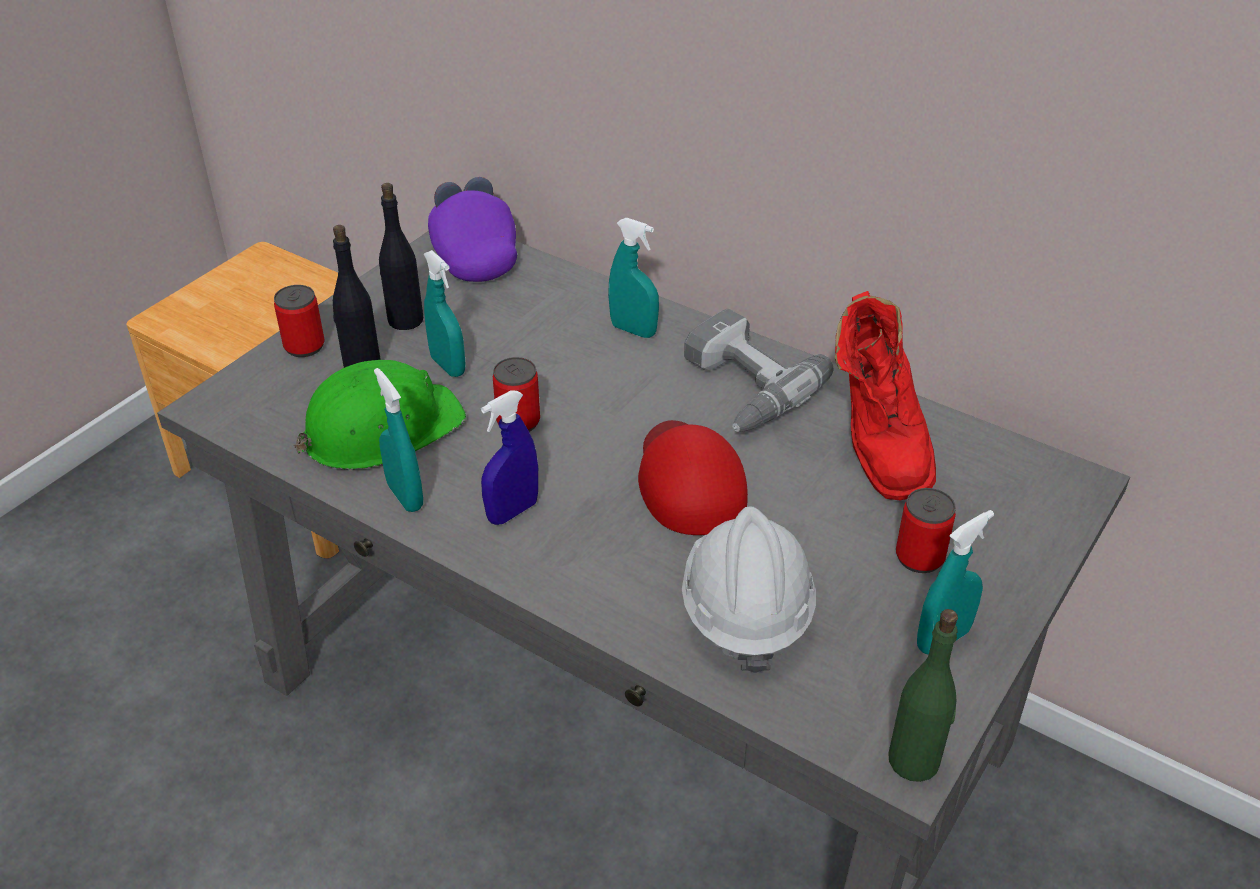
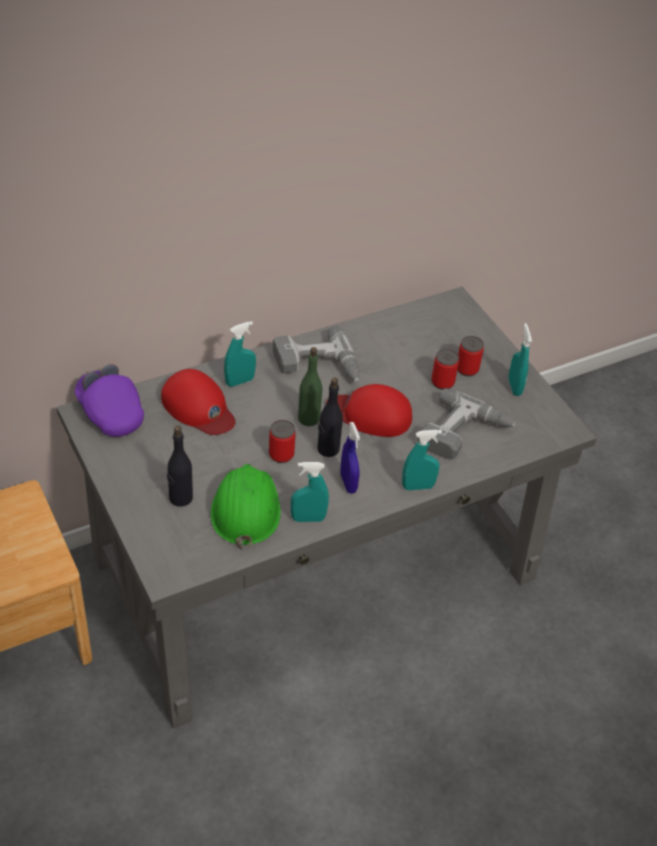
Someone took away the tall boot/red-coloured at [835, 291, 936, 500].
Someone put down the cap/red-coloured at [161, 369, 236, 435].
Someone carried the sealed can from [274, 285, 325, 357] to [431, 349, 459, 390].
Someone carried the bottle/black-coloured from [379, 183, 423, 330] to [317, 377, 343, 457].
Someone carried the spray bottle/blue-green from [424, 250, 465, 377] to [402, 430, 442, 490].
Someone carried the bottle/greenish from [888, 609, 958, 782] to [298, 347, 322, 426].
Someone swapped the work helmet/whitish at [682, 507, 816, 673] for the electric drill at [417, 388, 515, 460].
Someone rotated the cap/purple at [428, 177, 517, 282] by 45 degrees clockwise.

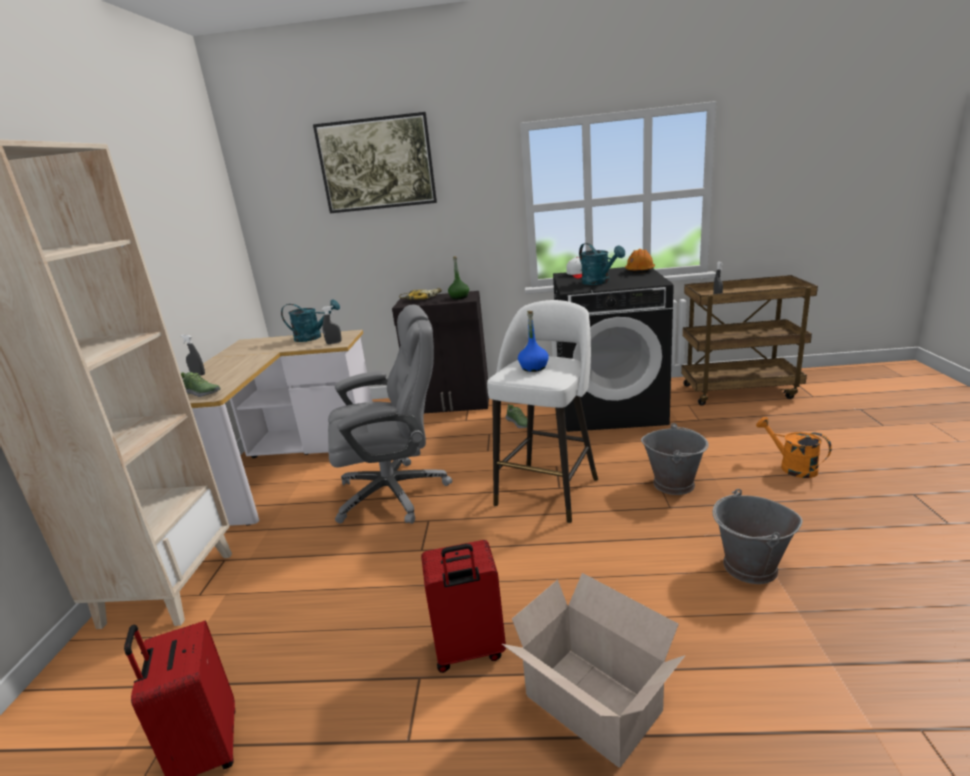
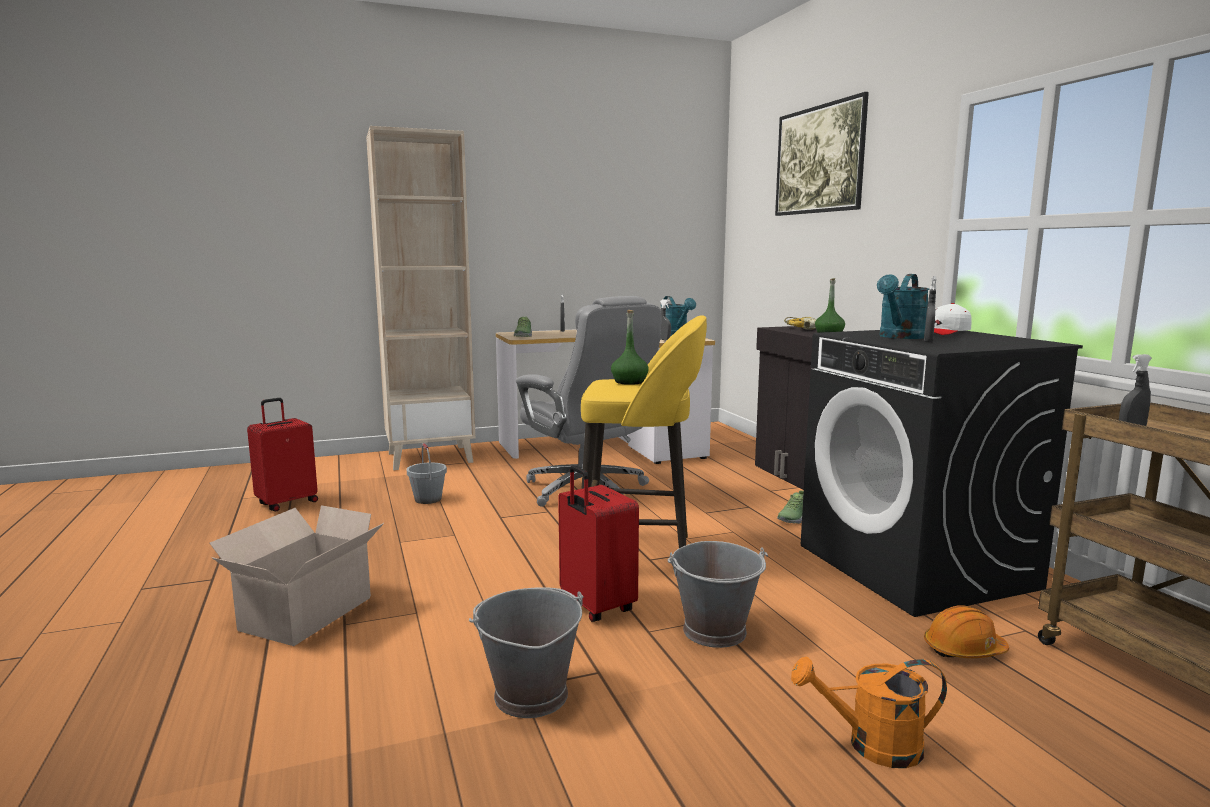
Someone put down the water bucket/gray at [406, 443, 447, 504].
Someone put down the spray bottle/gray at [924, 276, 936, 342].
Someone carried the piece of luggage/red-coloured from [421, 540, 506, 673] to [558, 465, 639, 622].
Someone carried the work helmet/orange from [625, 249, 655, 274] to [924, 605, 1009, 658].
Someone repainted the stool seat/whitish at [487, 300, 598, 523], which became the stool seat/yellow at [581, 315, 707, 548].
Someone repainted the bottle/blue-coloured at [518, 311, 549, 372], which became the bottle/greenish at [611, 310, 649, 385].
Someone rotated the watering pot/orange at [756, 417, 832, 478] by 120 degrees counterclockwise.

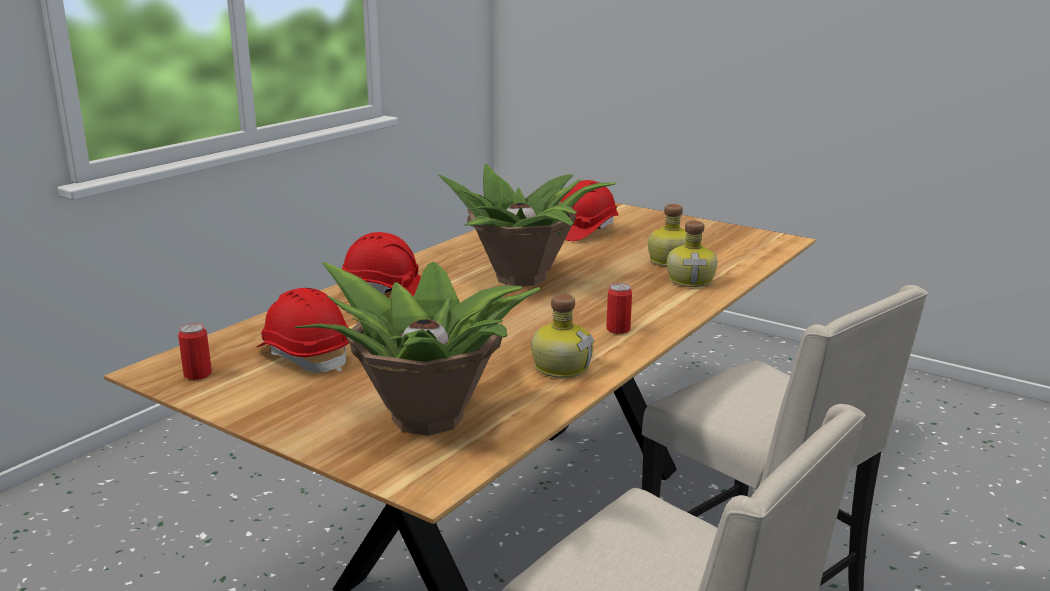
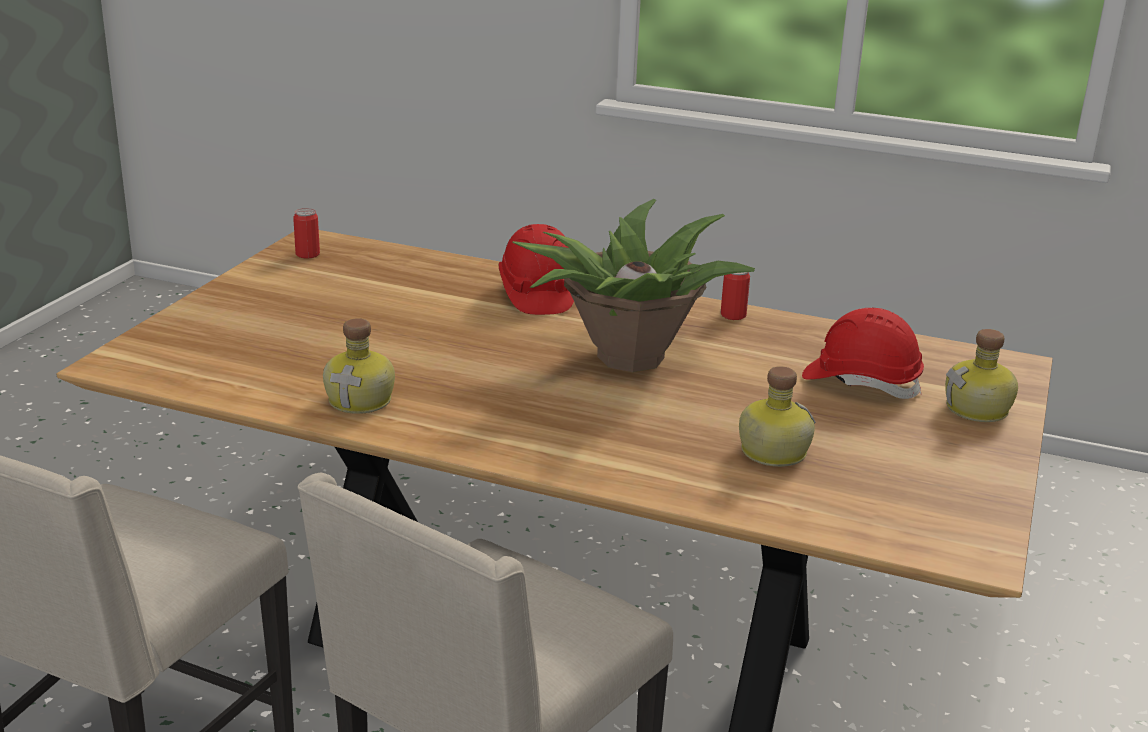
Someone took away the work helmet/red-coloured at [257, 288, 349, 373].
Someone took away the potted plant at [295, 262, 541, 436].
Someone carried the sealed can from [606, 283, 632, 334] to [721, 272, 750, 320].
Someone carried the bottle from [667, 221, 718, 287] to [945, 329, 1018, 422].

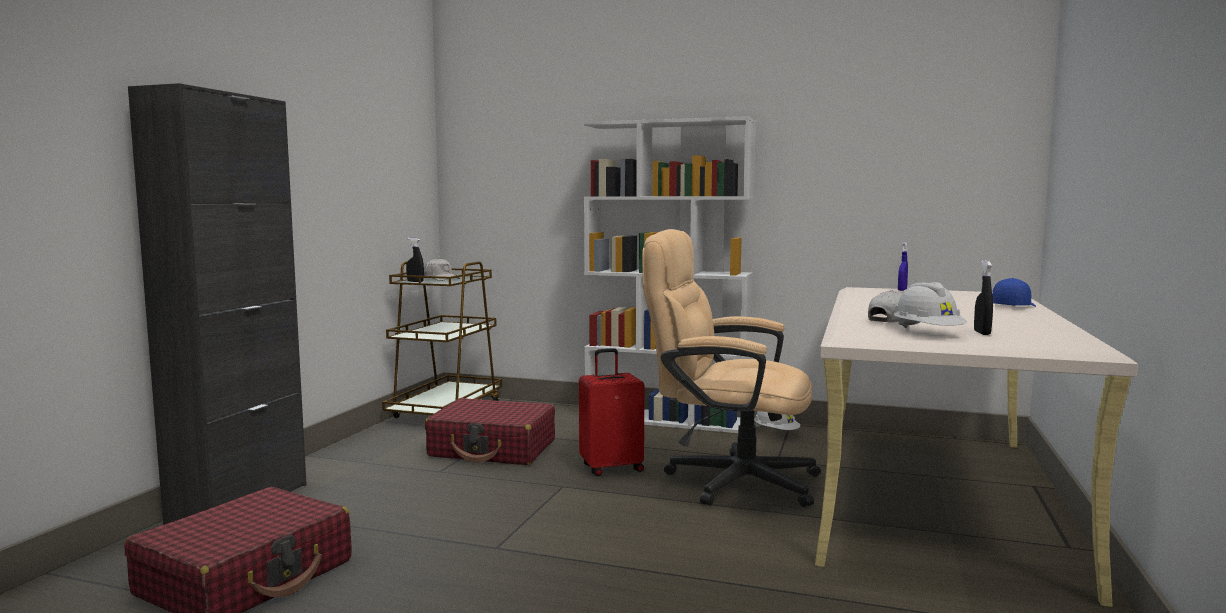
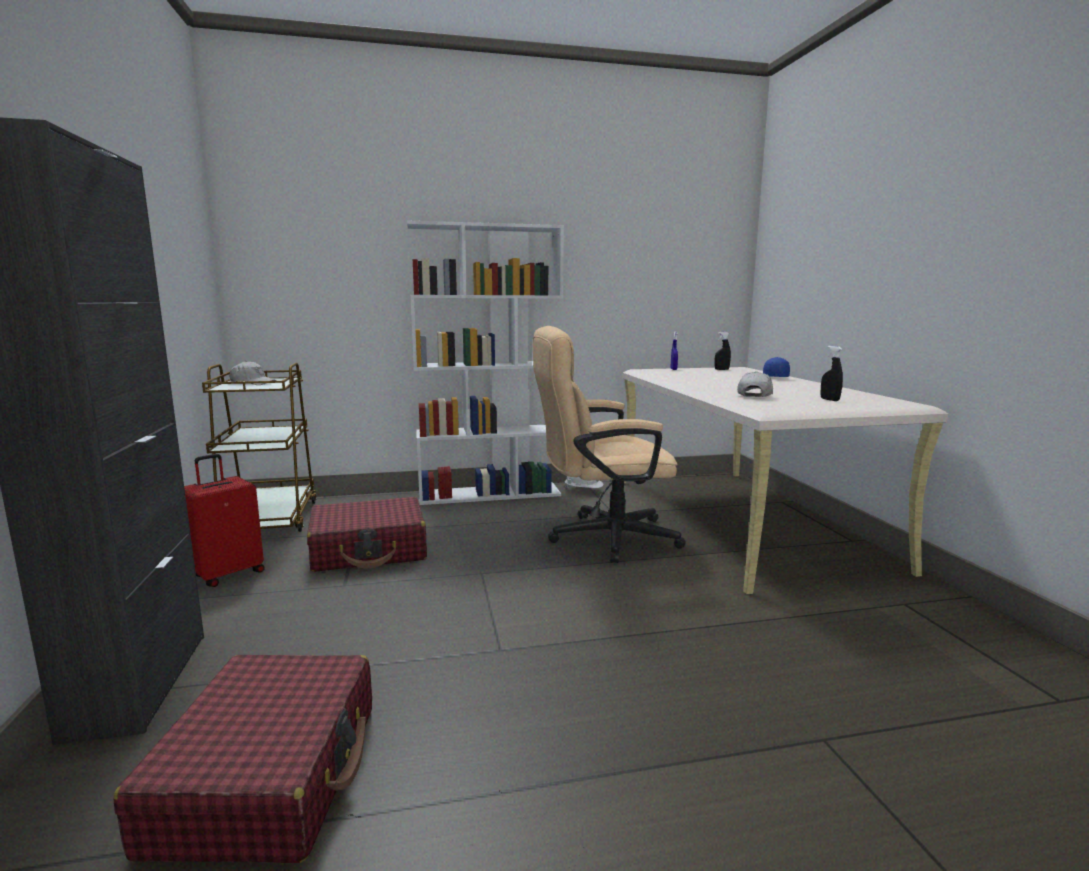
Someone took away the work helmet/whitish at [894, 282, 967, 328].
Someone carried the spray bottle/black-coloured from [406, 238, 424, 282] to [715, 332, 731, 370].
Someone carried the piece of luggage/red-coloured from [579, 348, 644, 476] to [184, 454, 265, 587].

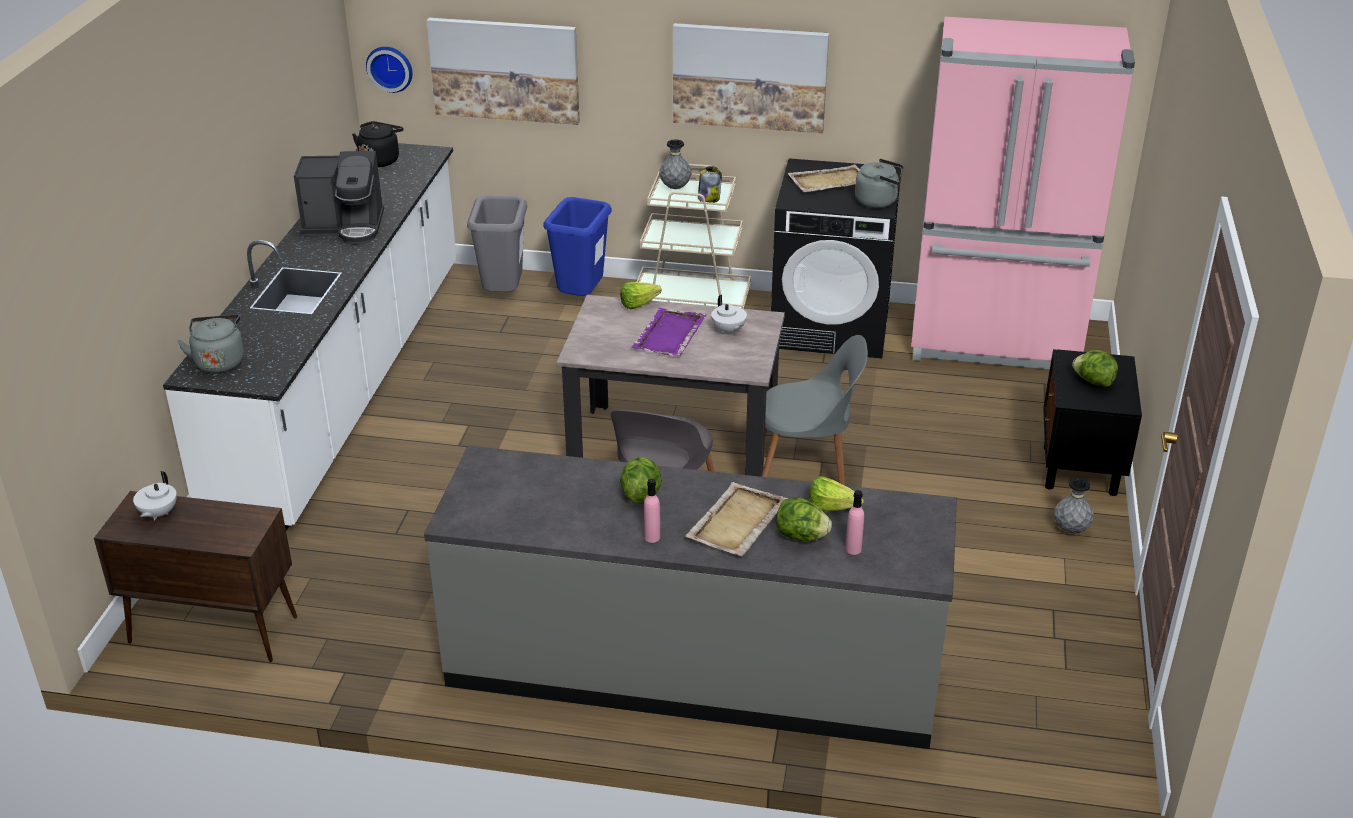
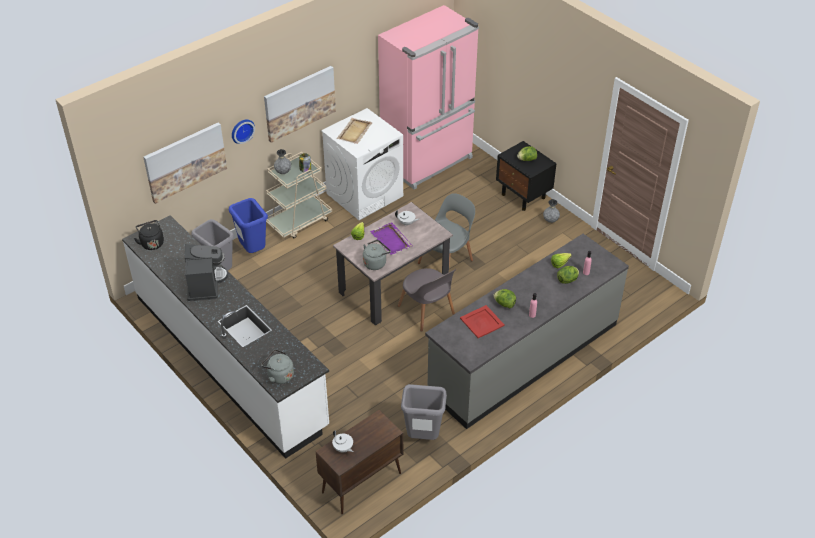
Someone took away the tray/sand-coloured at [685, 482, 788, 556].
Someone put down the waste bin/gray at [401, 384, 447, 440].
Someone put down the tray/red-coloured at [460, 305, 505, 338].
Someone carried the wall clock from [366, 47, 412, 93] to [232, 119, 255, 144].
Someone carried the water kettle/gray from [855, 159, 903, 208] to [363, 240, 391, 270].
Someone repainted the laundry machine/black-coloured at [771, 158, 901, 358], which became the laundry machine/whitish at [321, 108, 403, 220].
Someone rotated the coffee machine at [294, 151, 384, 245] by 45 degrees counterclockwise.

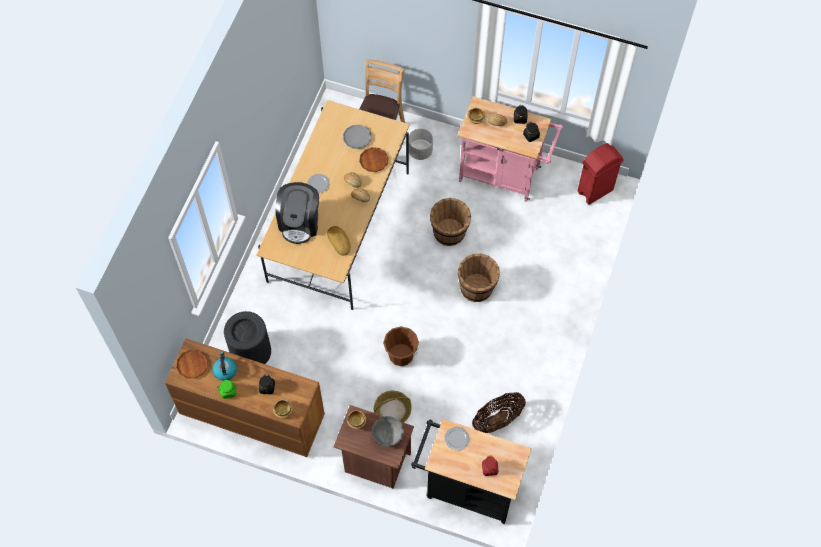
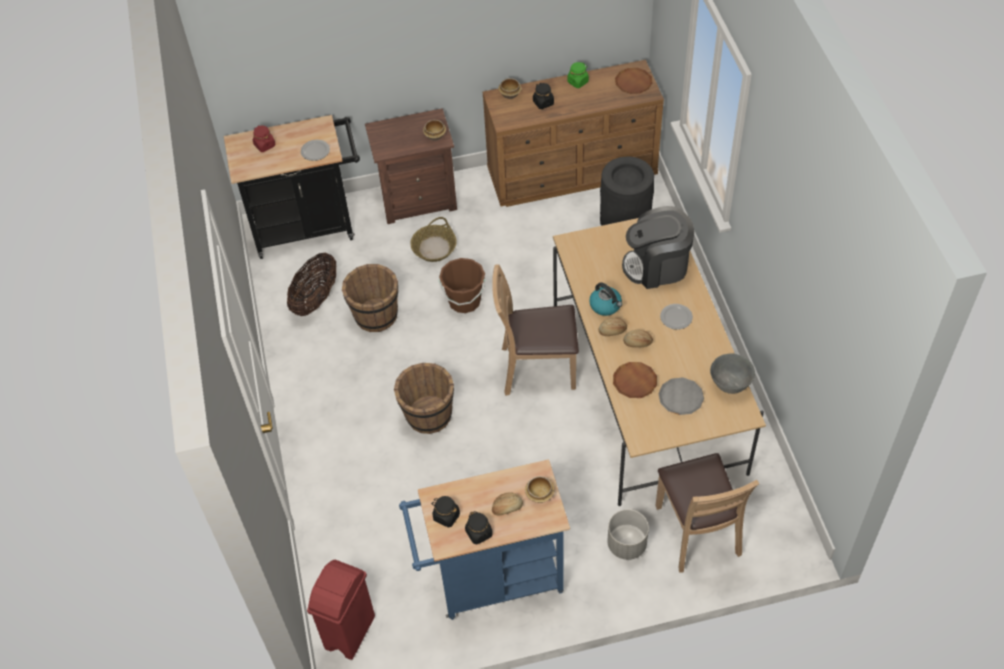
Someone took away the bakery bread at [327, 226, 351, 256].
Someone put down the upright chair/brownish at [492, 264, 579, 396].
Someone carried the water kettle from [212, 352, 237, 381] to [589, 282, 622, 316].
Someone carried the deep dish/gray from [372, 416, 404, 447] to [710, 354, 755, 394].
Someone carried the water bucket/brownish from [430, 198, 471, 246] to [342, 264, 398, 332].
Someone repainted the trolley/pink at [457, 96, 563, 202], which became the trolley/blue-coloured at [399, 459, 570, 620].
Someone rotated the coffee machine at [276, 182, 319, 244] by 75 degrees counterclockwise.

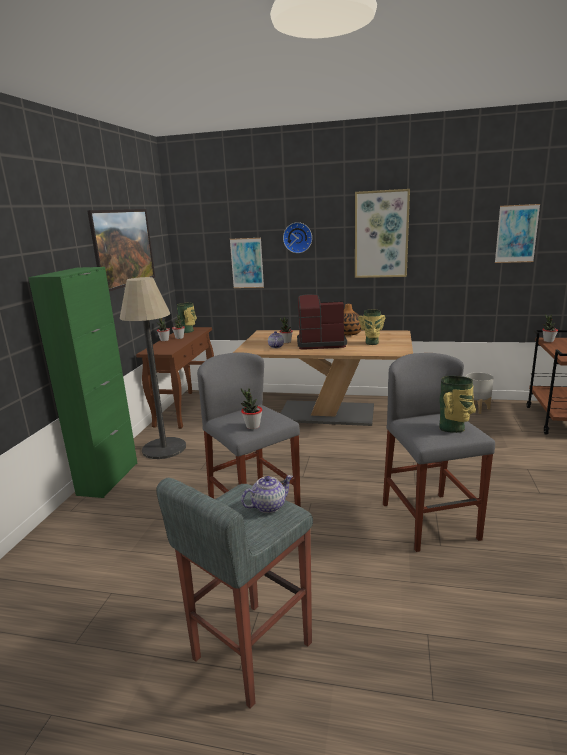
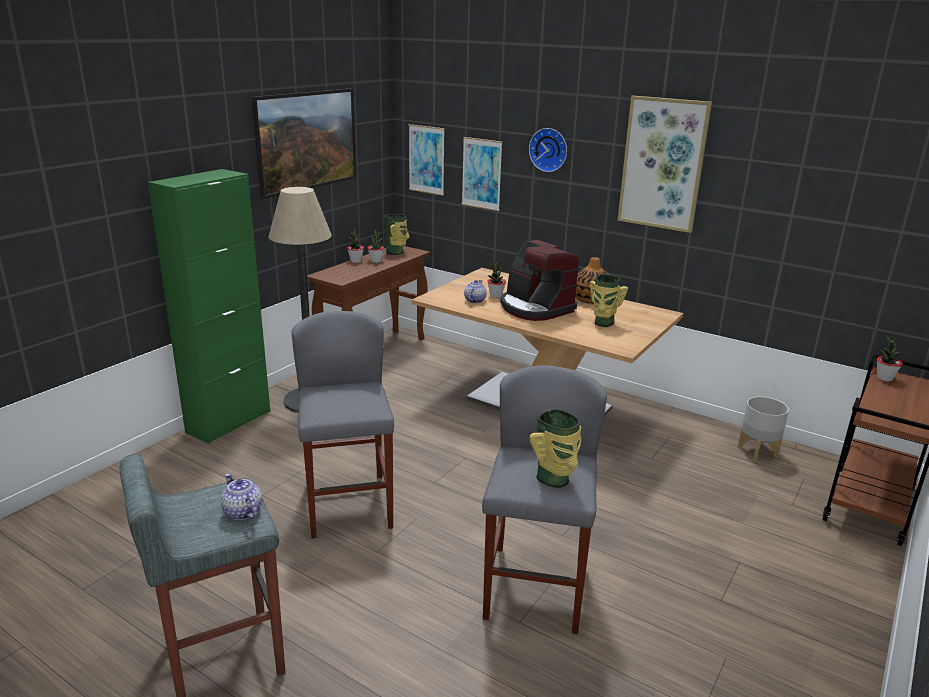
Someone took away the potted plant at [240, 388, 262, 429].
Someone carried the picture from [495, 204, 540, 263] to [409, 124, 445, 196].
Someone rotated the teapot at [241, 475, 293, 513] by 120 degrees counterclockwise.
Someone rotated the coffee machine at [297, 294, 347, 350] by 150 degrees counterclockwise.

